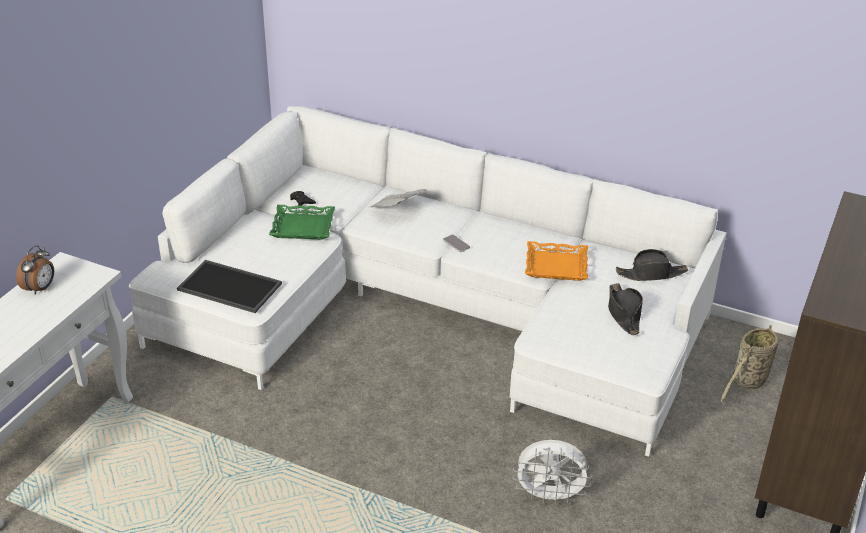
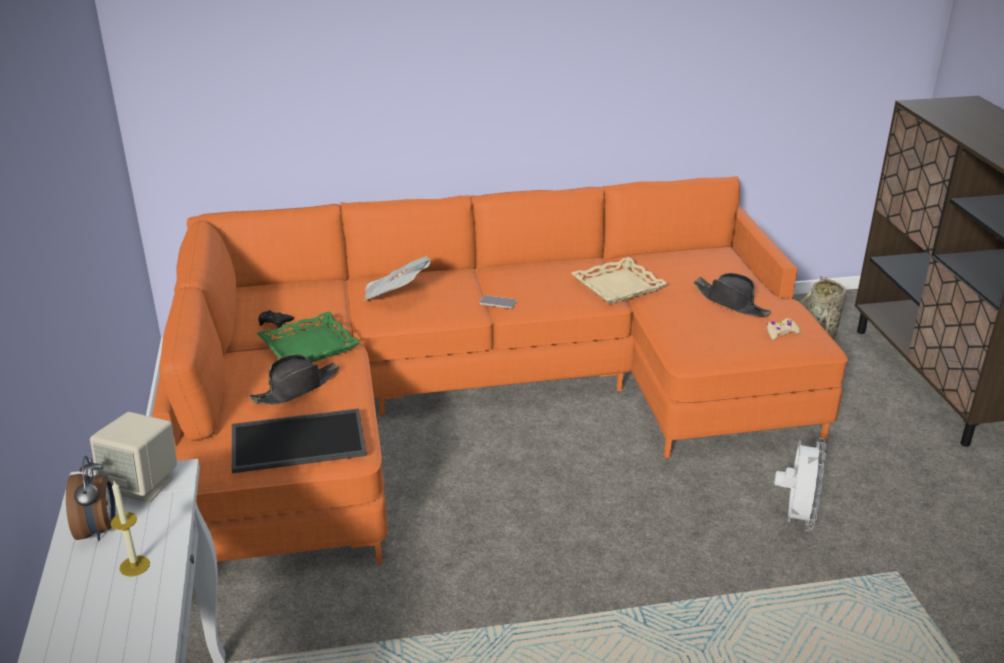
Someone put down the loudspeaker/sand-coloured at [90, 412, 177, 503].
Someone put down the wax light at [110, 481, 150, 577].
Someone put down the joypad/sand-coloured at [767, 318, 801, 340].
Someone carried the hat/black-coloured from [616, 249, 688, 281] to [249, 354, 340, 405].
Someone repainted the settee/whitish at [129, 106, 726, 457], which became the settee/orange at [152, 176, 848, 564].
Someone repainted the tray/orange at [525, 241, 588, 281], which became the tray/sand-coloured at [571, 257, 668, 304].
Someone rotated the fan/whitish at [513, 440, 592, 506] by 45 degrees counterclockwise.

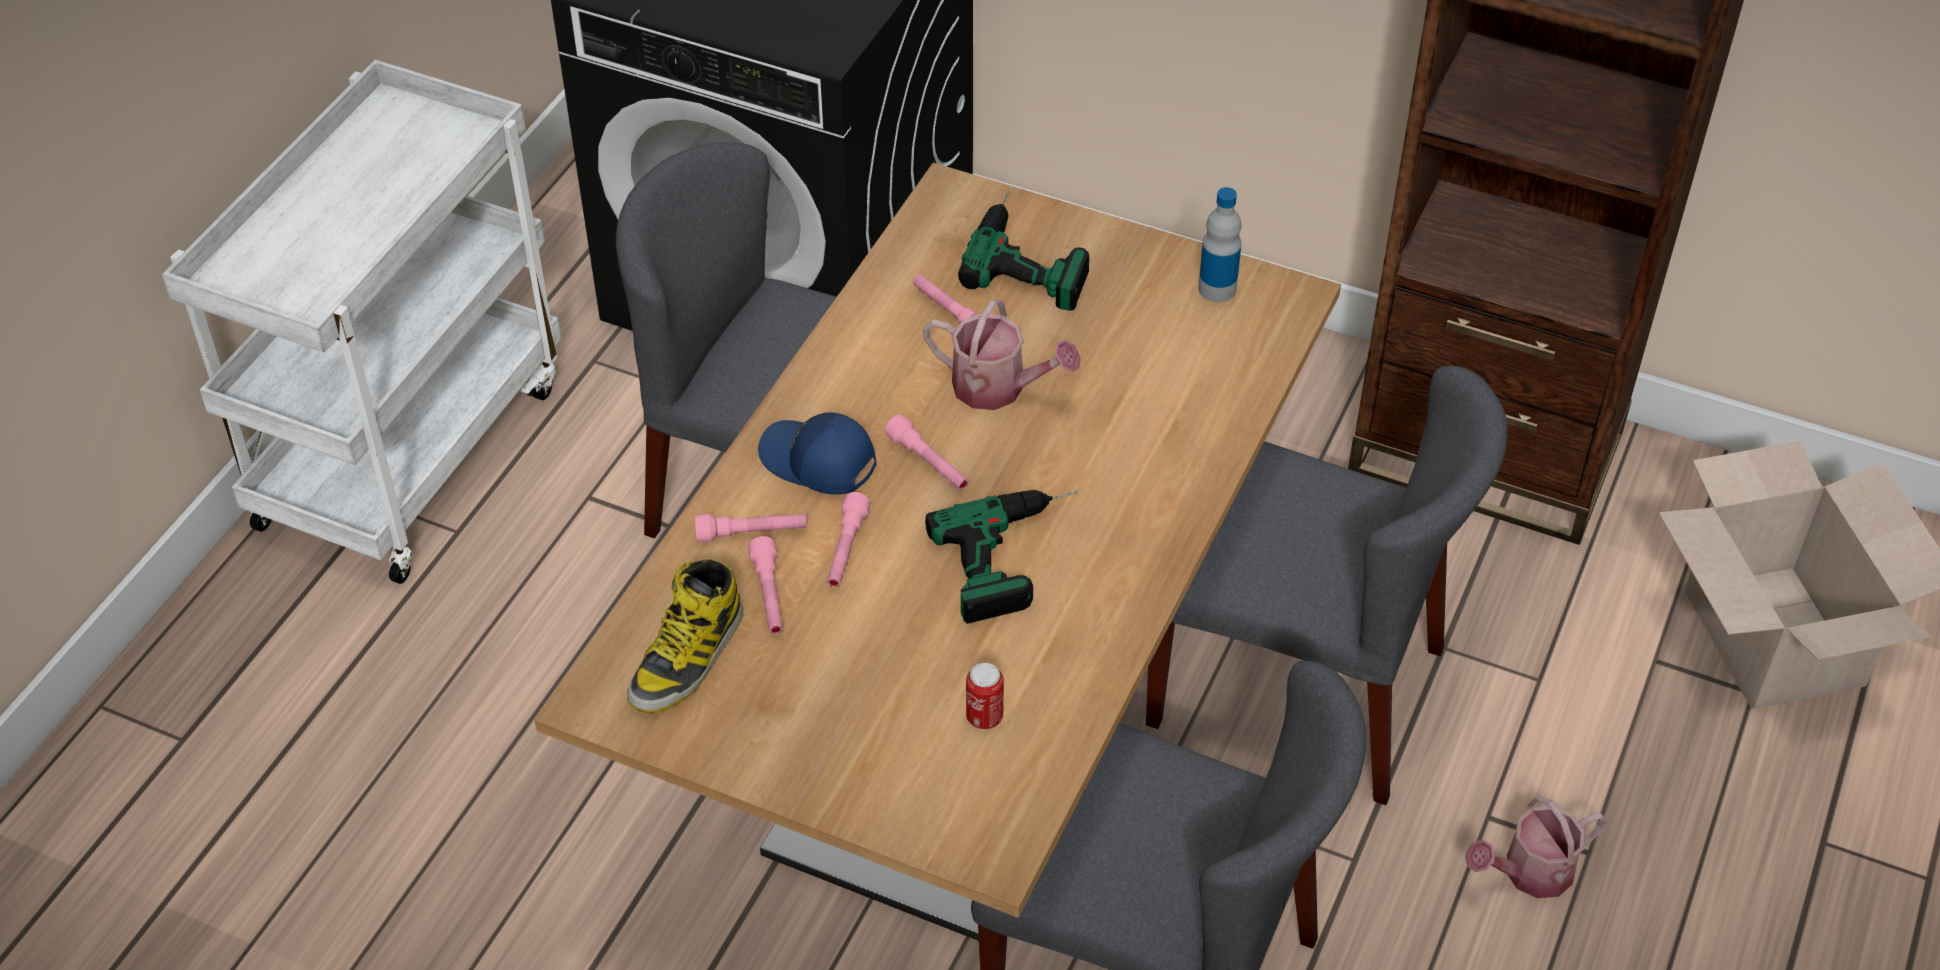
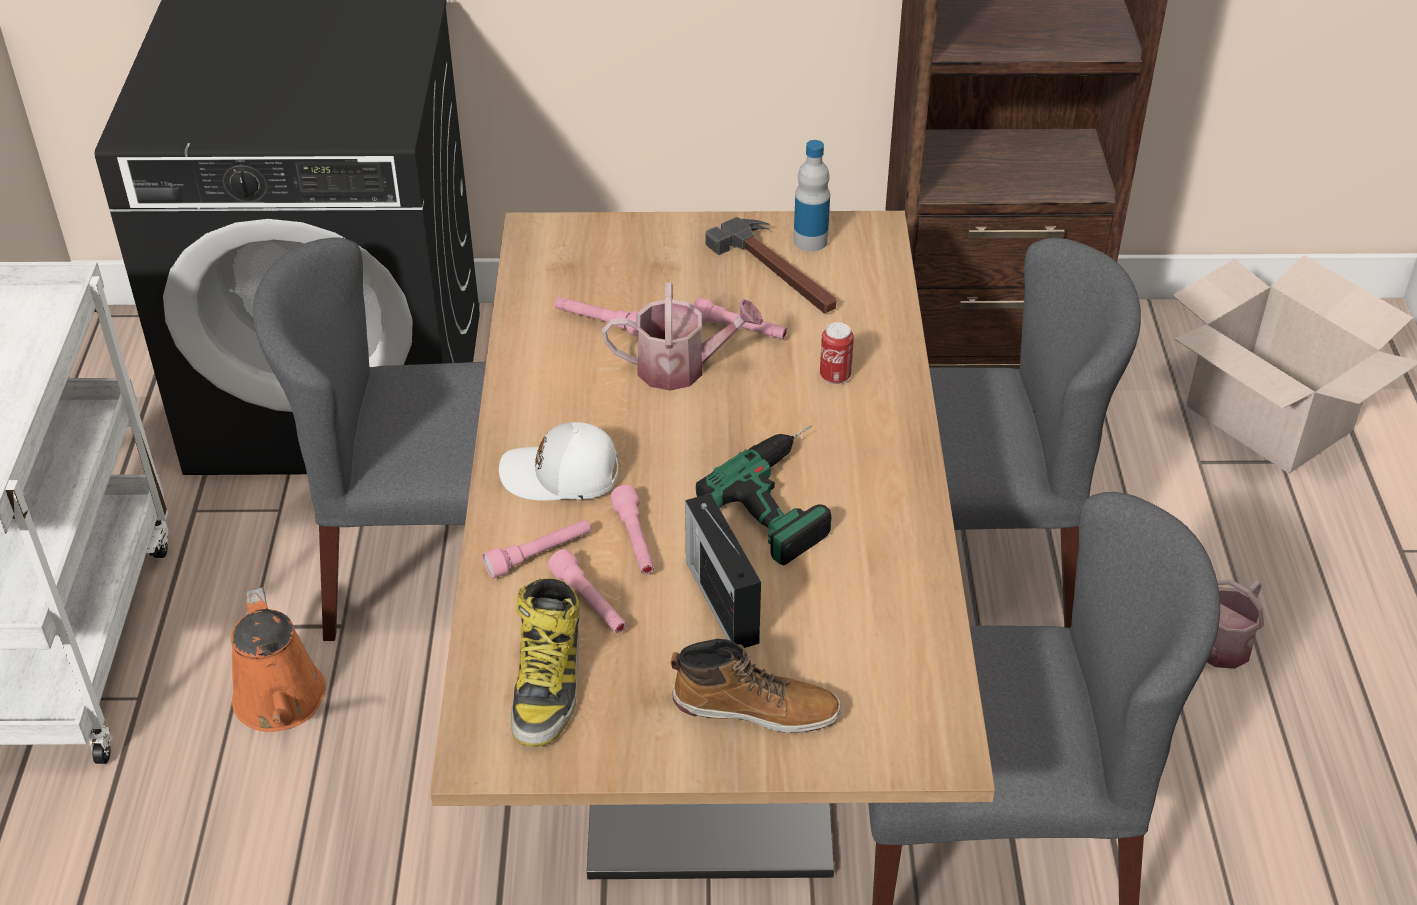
Someone took away the electric drill at [958, 190, 1089, 311].
Someone put down the watering pot/orange at [231, 587, 326, 732].
Someone put down the tall boot at [671, 639, 841, 733].
Someone put down the radio at [685, 493, 761, 648].
Someone put down the tool hammer at [706, 217, 836, 313].
Someone carried the torch/pink from [885, 415, 968, 490] to [693, 298, 787, 339].
Someone carried the sealed can from [966, 663, 1004, 729] to [820, 322, 854, 384].
Someone repainted the cap/blue-coloured at [758, 412, 876, 495], which became the cap/whitish at [499, 422, 618, 501].

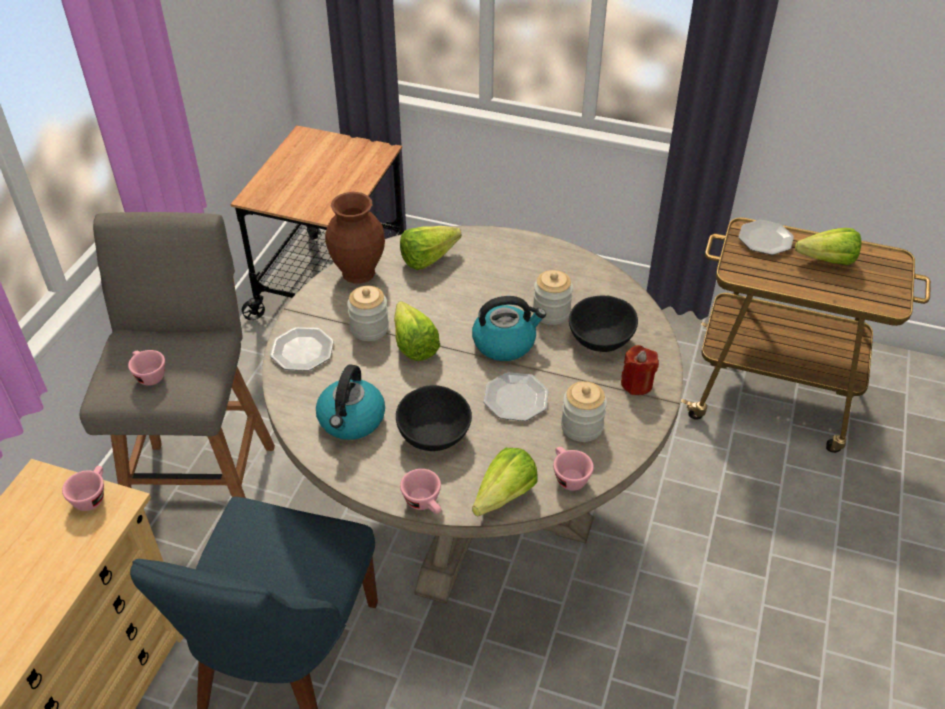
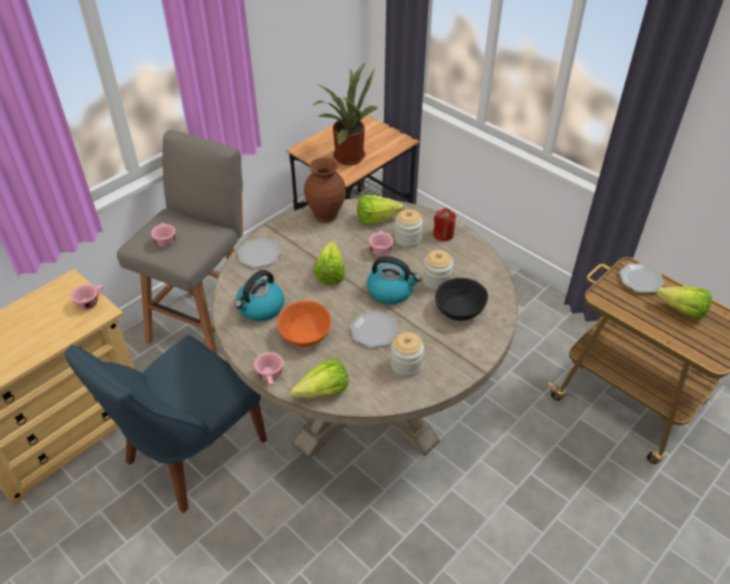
Someone put down the potted plant at [312, 62, 378, 165].
Someone carried the storage jar from [347, 286, 389, 341] to [395, 209, 423, 248].
Someone carried the small cup/pink from [553, 447, 594, 491] to [369, 231, 393, 256].
Someone carried the wax light/red-coloured from [621, 345, 659, 395] to [433, 208, 457, 241].
Someone repainted the deep dish/black-coloured at [396, 385, 472, 451], which became the deep dish/orange at [277, 301, 331, 347].

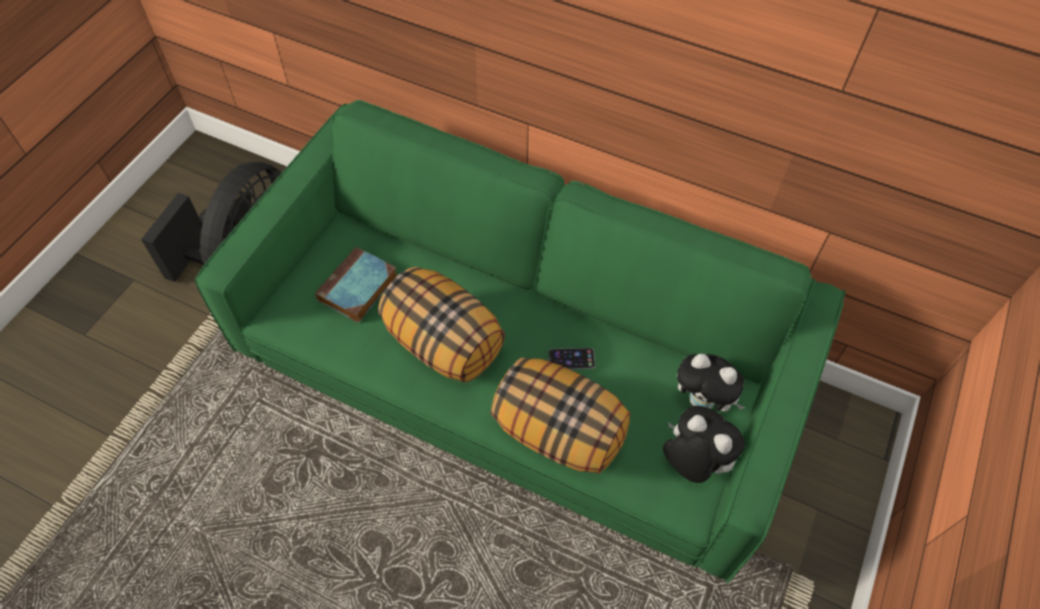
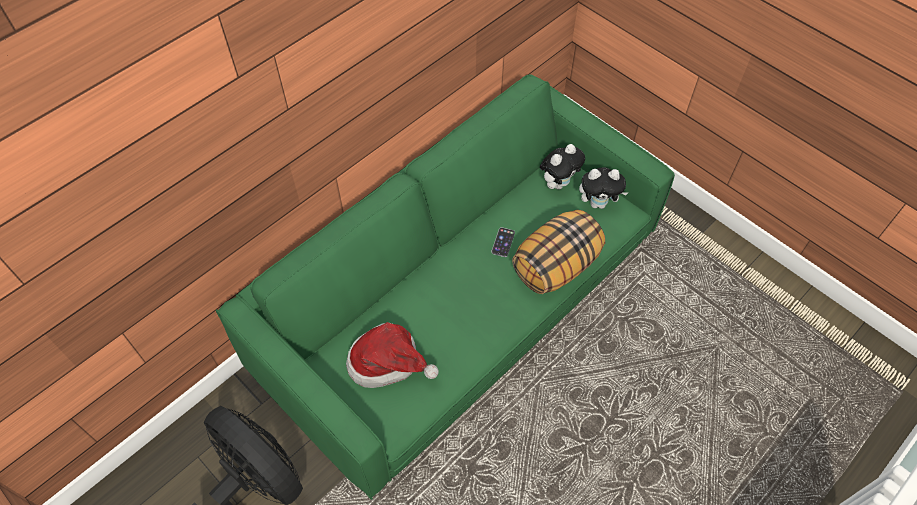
Someone took away the pillow at [378, 267, 505, 383].
Someone swapped the volume at [315, 247, 397, 323] for the hat at [346, 322, 439, 388].
Someone rotated the plush toy at [663, 406, 745, 483] by 150 degrees counterclockwise.

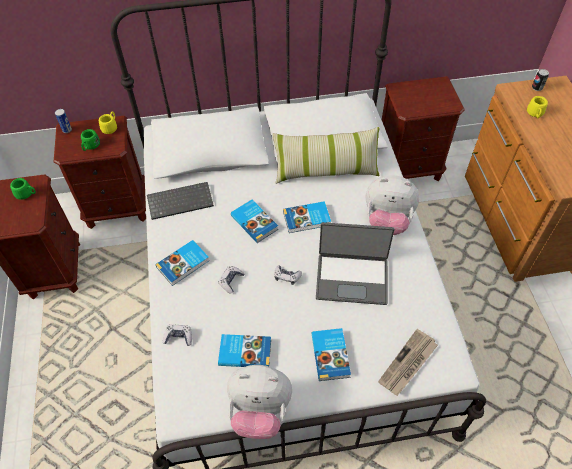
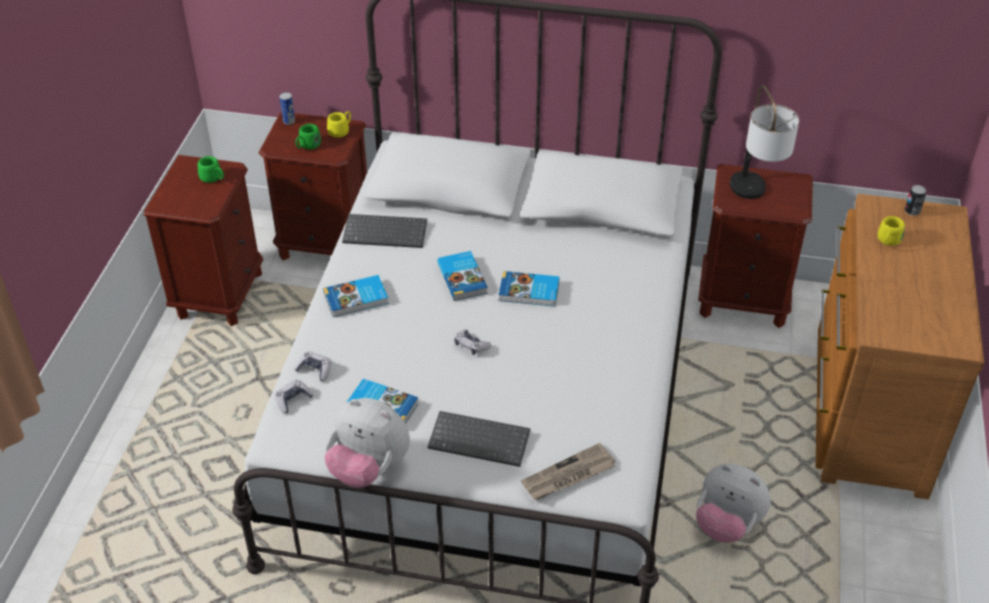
Someone took away the pillow at [272, 127, 379, 184].
Someone took away the portable computer at [316, 222, 394, 305].
Someone put down the tabletop lamp at [730, 85, 799, 199].
Someone carried the joypad from [218, 266, 245, 294] to [274, 380, 313, 413].
Someone carried the plush toy from [366, 175, 419, 235] to [696, 464, 771, 543].
Someone swapped the volume at [311, 328, 351, 381] for the keyboard at [428, 411, 530, 467].

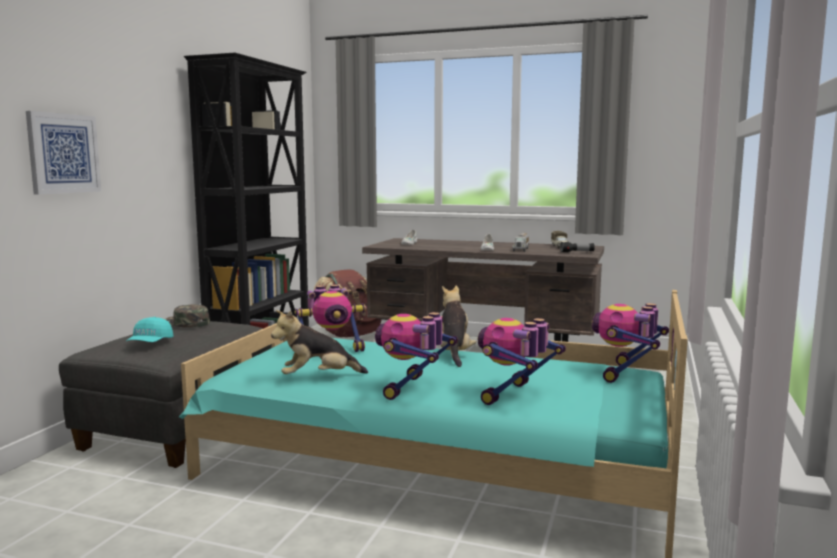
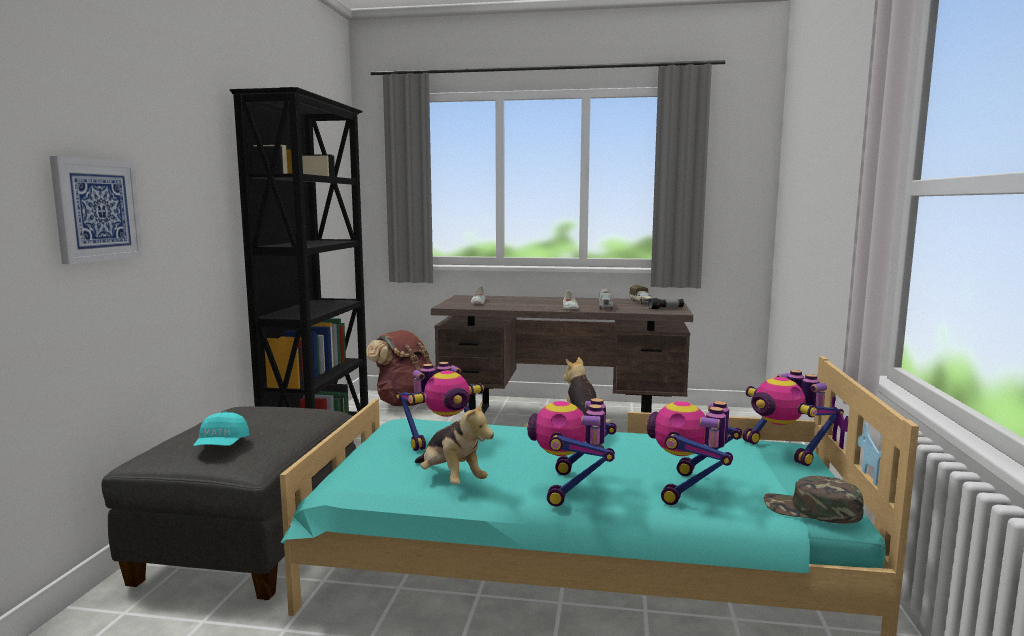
Someone carried the cap/greenish from [165, 304, 210, 328] to [764, 476, 864, 524].
Someone rotated the plush toy at [271, 310, 368, 374] by 105 degrees counterclockwise.
Someone rotated the robot figure at [592, 303, 669, 383] by 45 degrees counterclockwise.

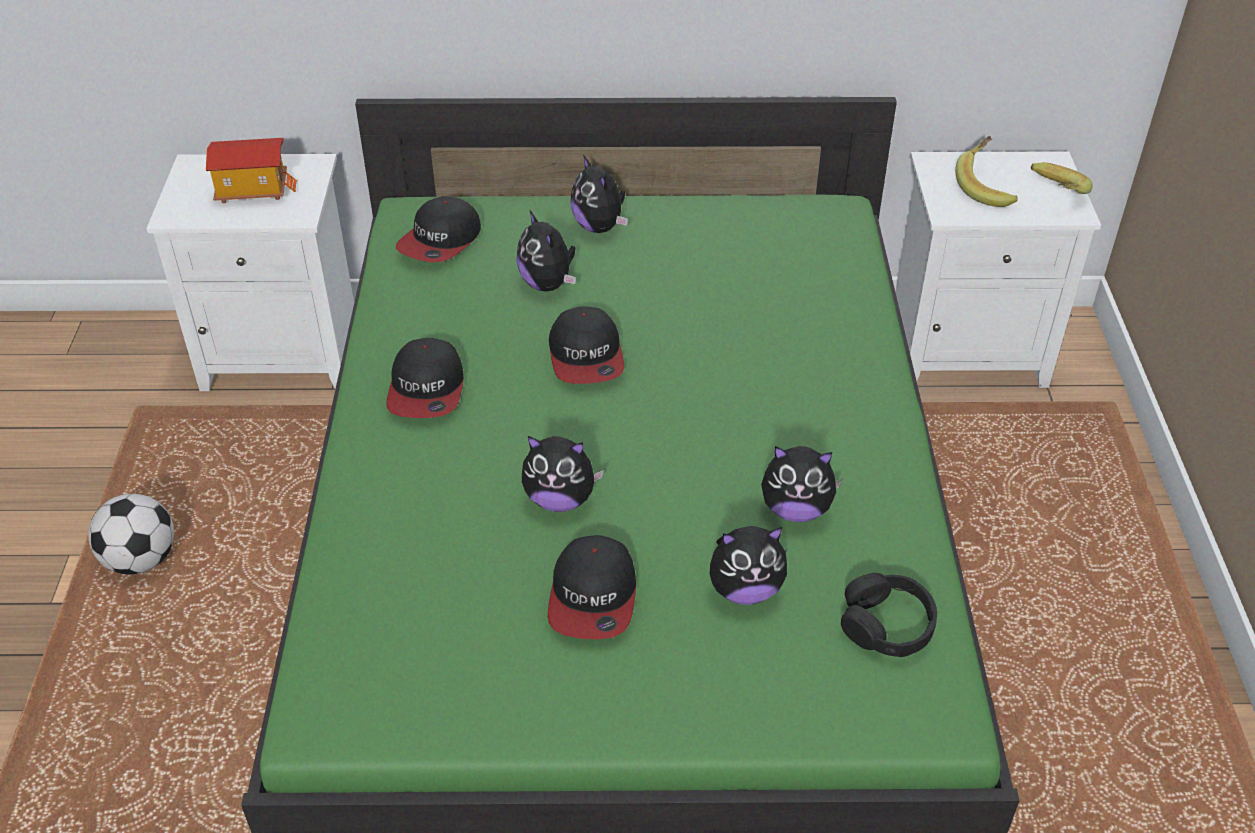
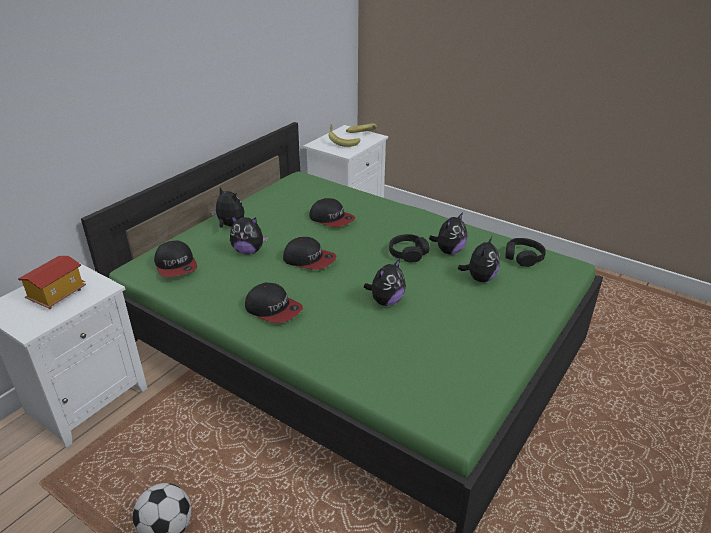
Someone put down the headset/black-coloured at [389, 234, 430, 263].
Someone carried the cap from [548, 535, 636, 639] to [309, 198, 355, 227].
Someone rotated the plush toy at [570, 155, 628, 233] by 150 degrees counterclockwise.

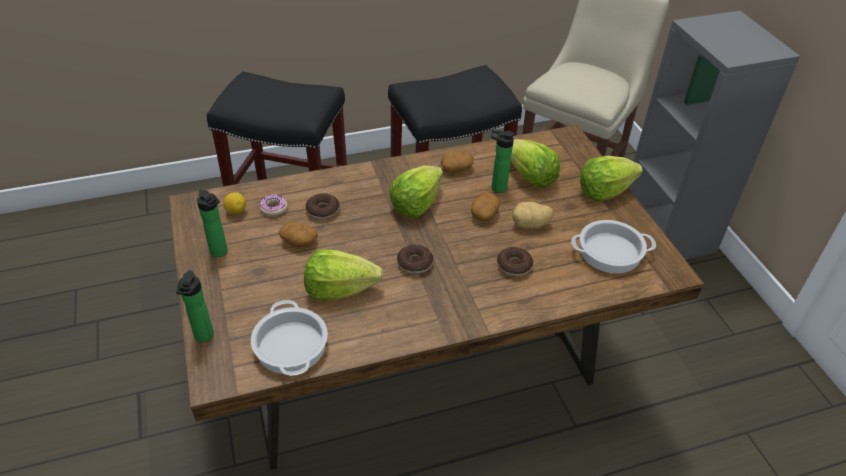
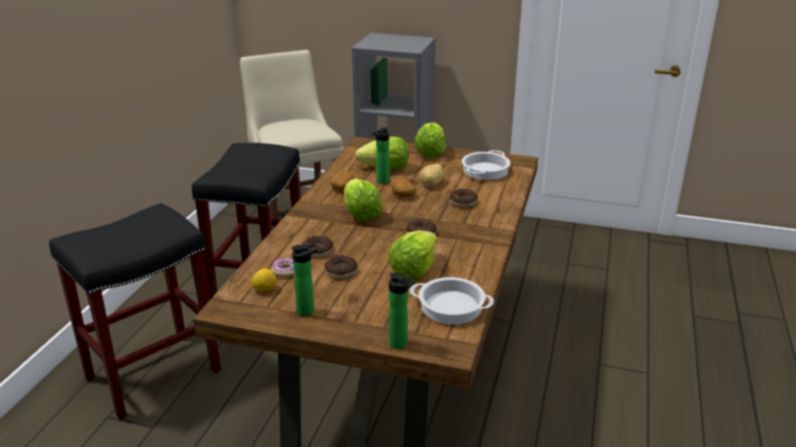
Someone swapped the spud at [279, 222, 318, 247] for the ring doughnut at [324, 255, 357, 279].

